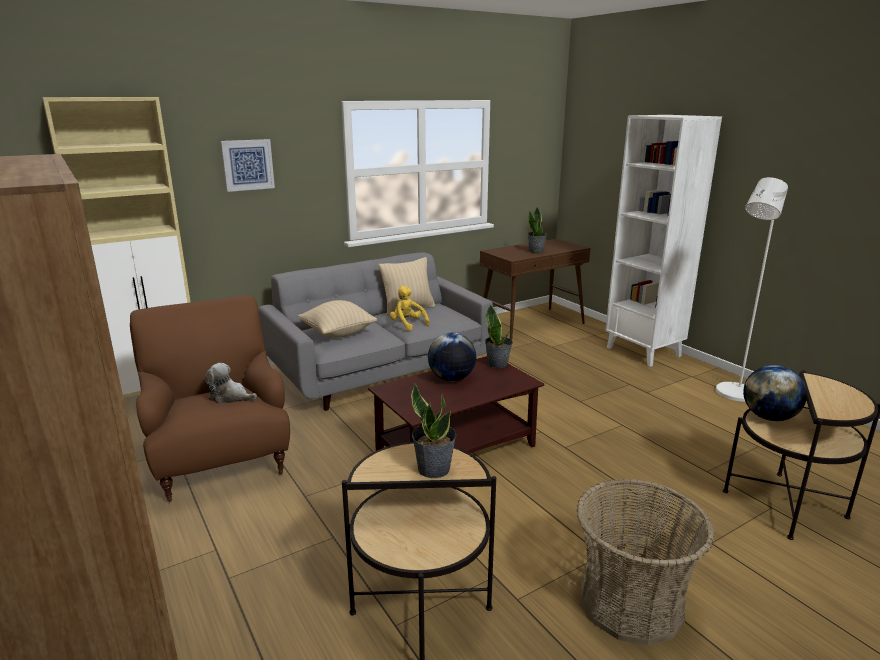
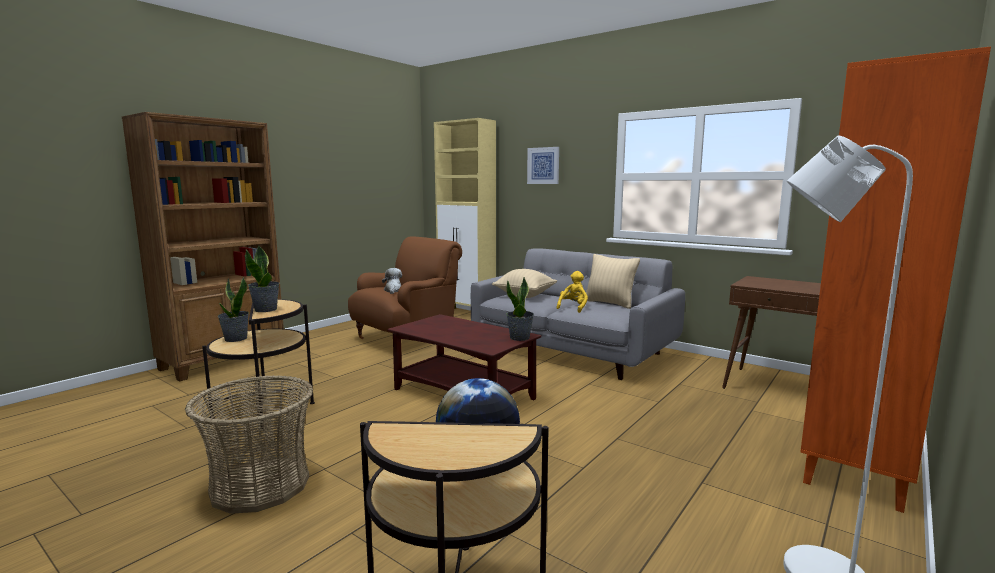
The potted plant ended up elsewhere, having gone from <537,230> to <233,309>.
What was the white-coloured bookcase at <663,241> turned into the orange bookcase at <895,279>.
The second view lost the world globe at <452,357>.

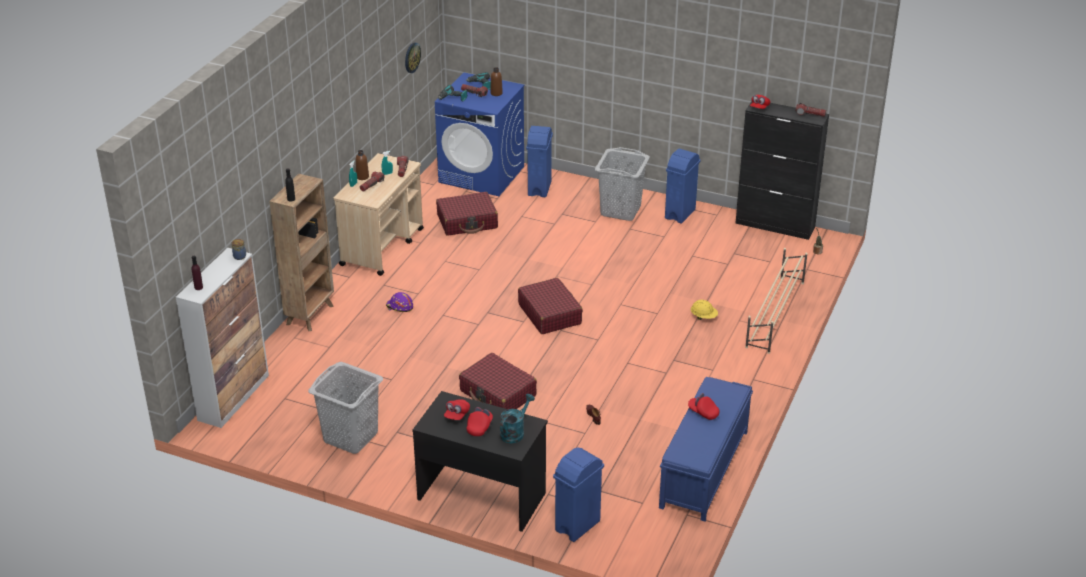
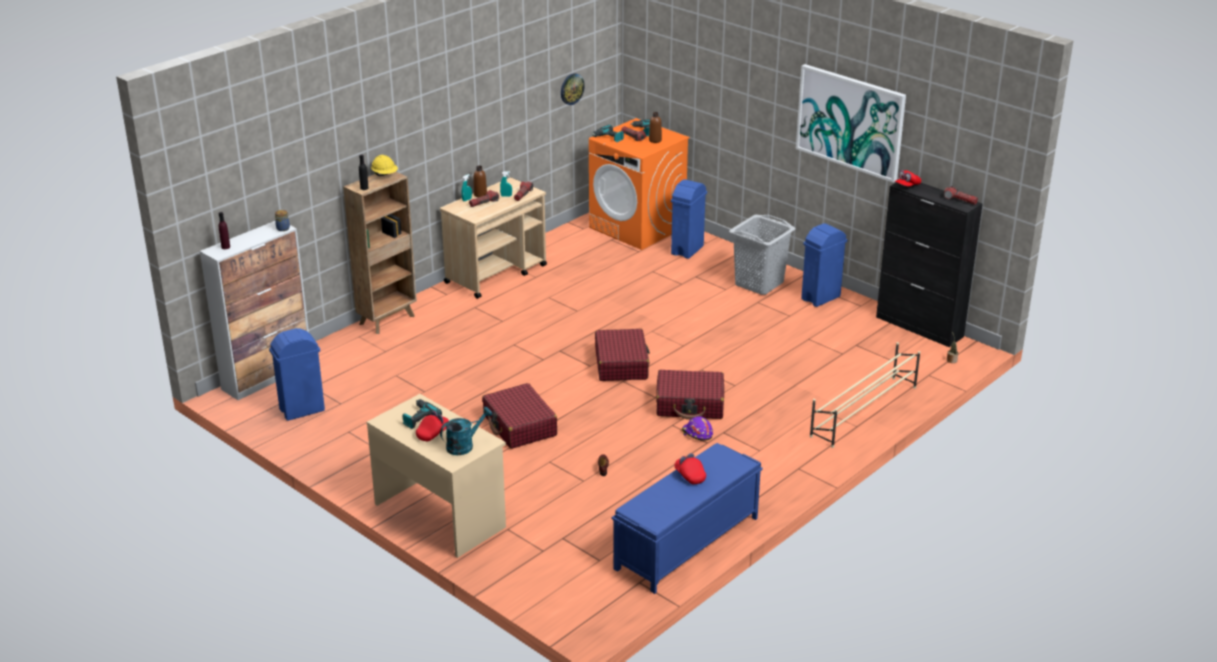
The bluish trash can ended up elsewhere, having gone from <578,495> to <297,374>.
What was the black desk at <480,461> turned into the beige-coloured desk at <436,476>.
The yellow hard hat ended up elsewhere, having gone from <704,310> to <384,165>.
Where the red baseball cap stood at <457,409>, the power drill came to stand at <422,414>.
What was the bluish washing machine at <480,134> turned into the orange washing machine at <639,184>.
The red suitcase ended up elsewhere, having gone from <467,214> to <690,395>.
The purple hard hat ended up elsewhere, having gone from <399,302> to <697,428>.
The second view gained the picture at <851,123>.
The second view lost the gray laundry basket at <345,408>.

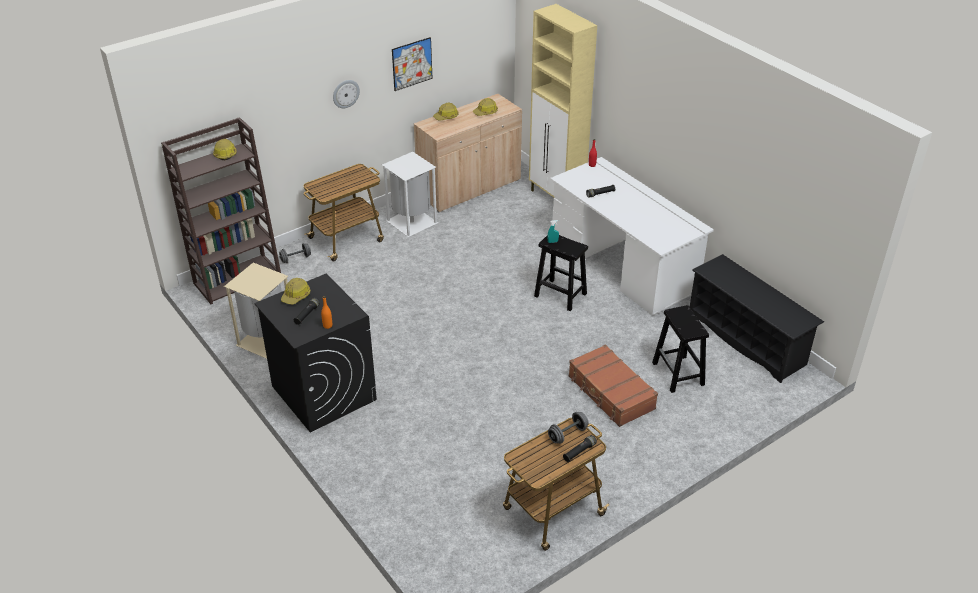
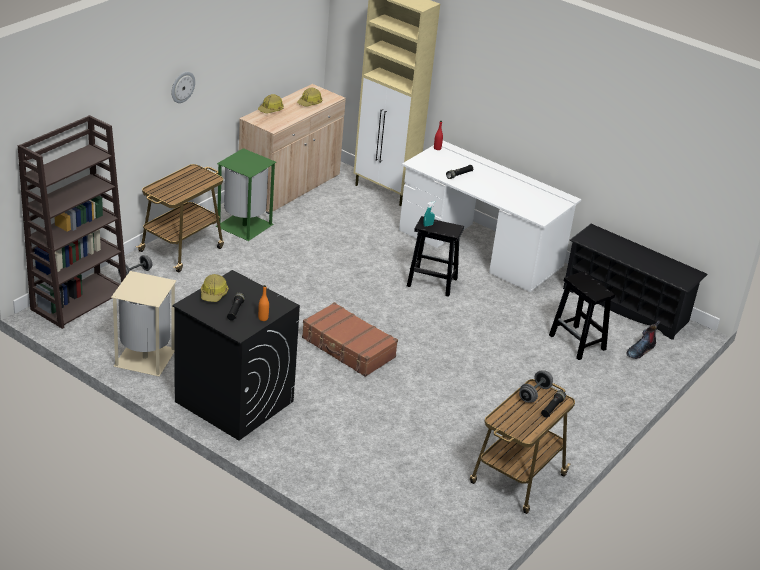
What was the white-coloured trash can at <410,194> turned into the green-coloured trash can at <246,194>.
The brownish suitcase ended up elsewhere, having gone from <613,385> to <350,339>.
The second view gained the high-top boot at <643,339>.
The second view lost the hard hat at <224,149>.
The second view lost the picture at <412,64>.

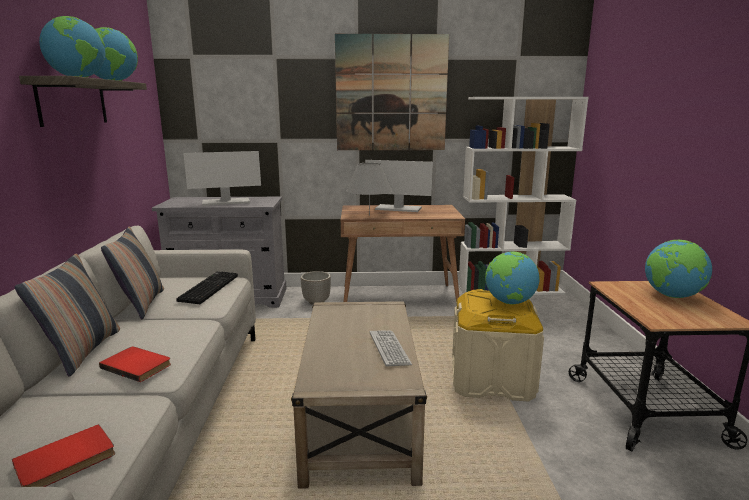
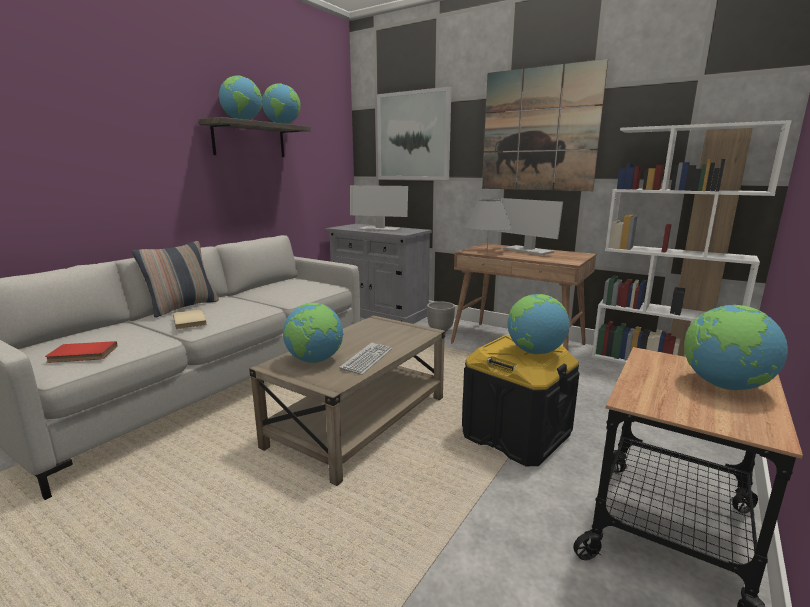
What was the red volume at <135,364> turned into the beige-coloured volume at <190,319>.
The second view gained the world globe at <313,333>.
The second view gained the picture at <414,133>.
What was the beige-coloured storage container at <498,345> turned into the black storage container at <520,400>.
The second view lost the cushion at <132,273>.
The second view lost the keyboard at <207,287>.

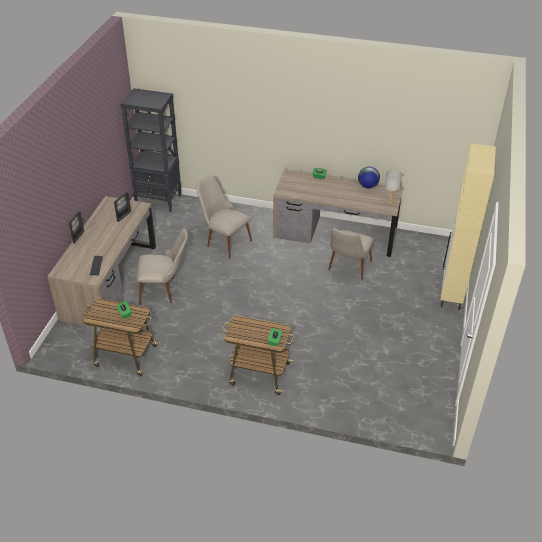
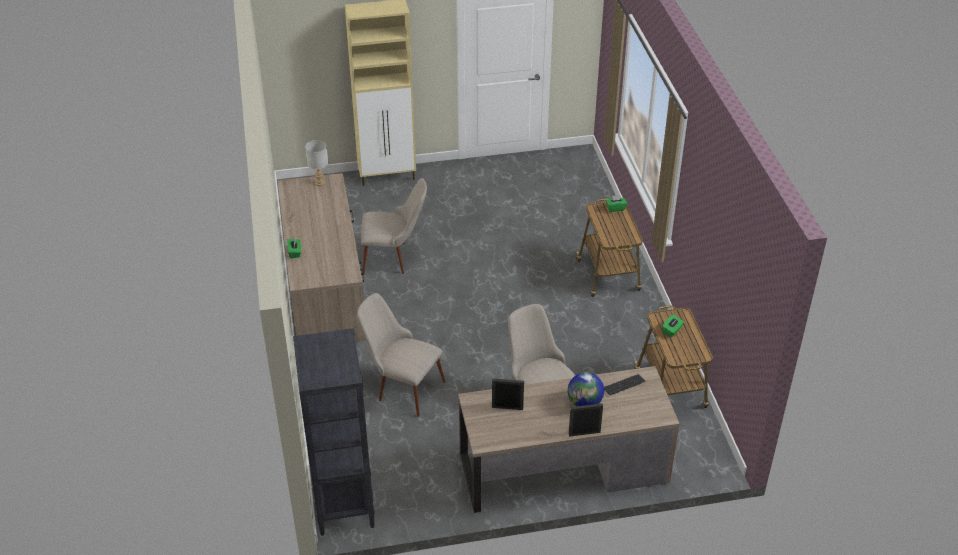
The beige-coloured upright chair at <224,217> ended up facing another way, 105 degrees clockwise from before.
The world globe ended up elsewhere, having gone from <369,177> to <586,389>.

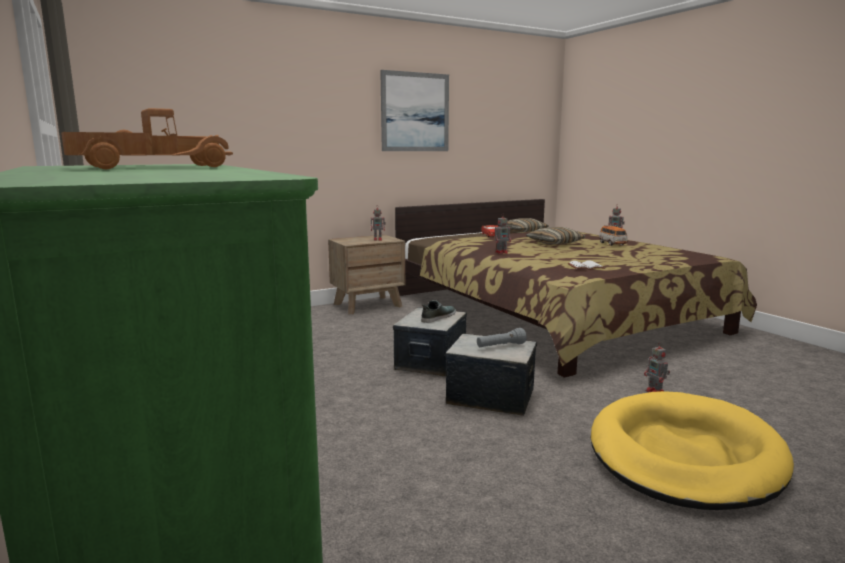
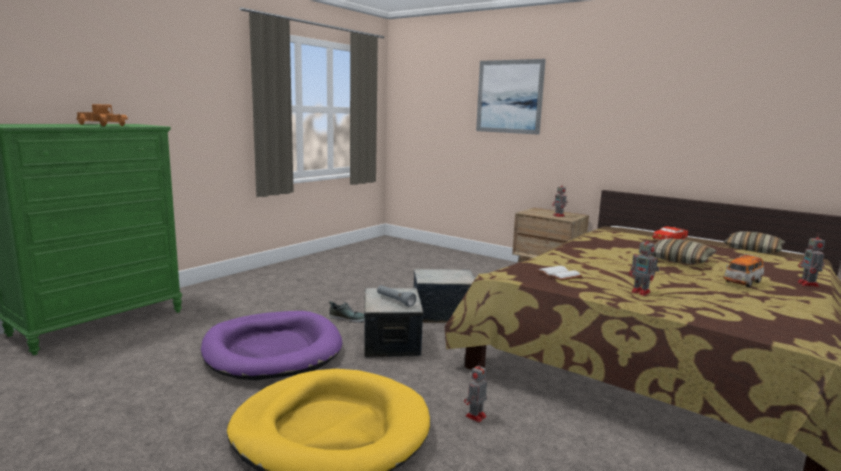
The second view gained the purple dog cushion at <271,345>.
The item of footwear ended up elsewhere, having gone from <438,311> to <347,312>.
The picture ended up elsewhere, having gone from <414,110> to <511,97>.
The toy robot ended up elsewhere, having gone from <503,233> to <644,266>.

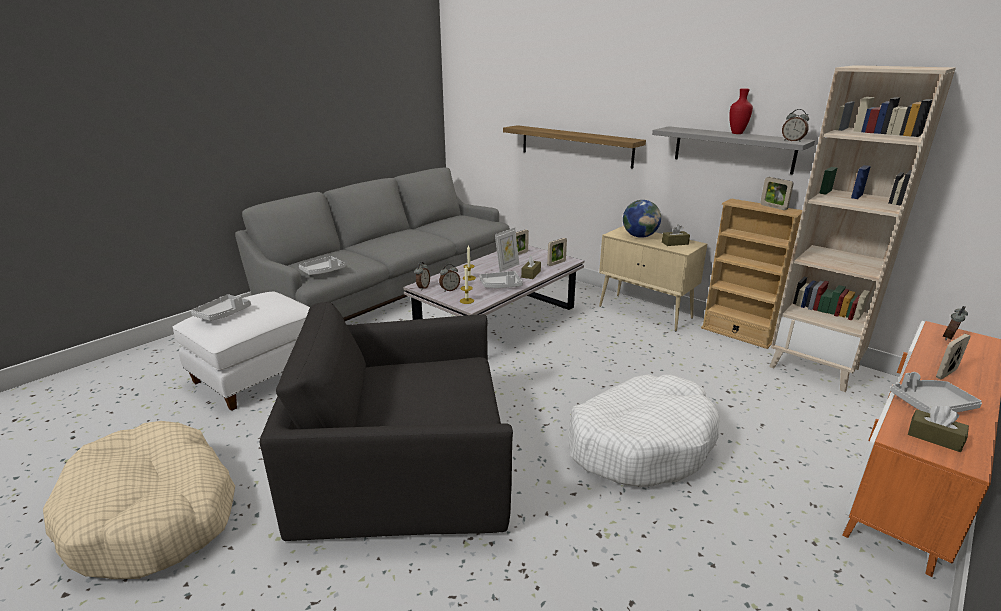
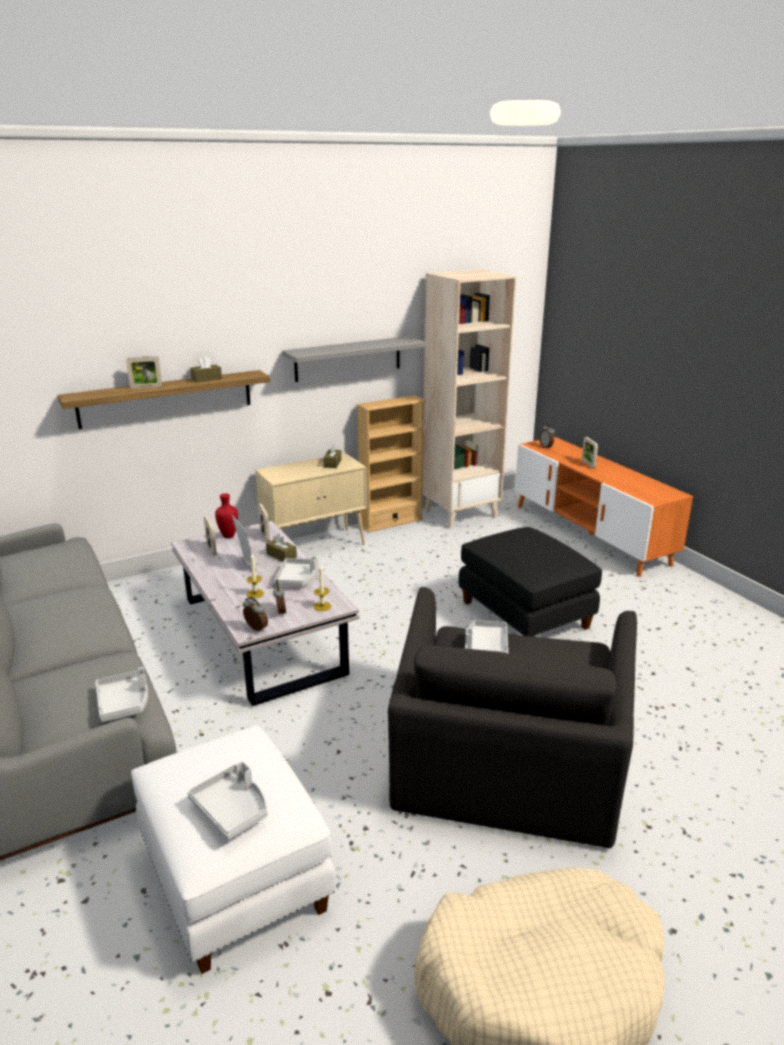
The standing frame ended up elsewhere, having gone from <777,193> to <144,372>.
The brownish tissue box ended up elsewhere, having gone from <938,429> to <206,369>.
The red decorative vase ended up elsewhere, having gone from <741,111> to <226,516>.
Where the white-coloured dog cushion stood at <644,431>, the black ottoman came to stand at <530,582>.
The gray tray ended up elsewhere, having gone from <936,392> to <486,636>.
The second view lost the world globe at <642,219>.
The second view lost the alarm clock at <795,125>.

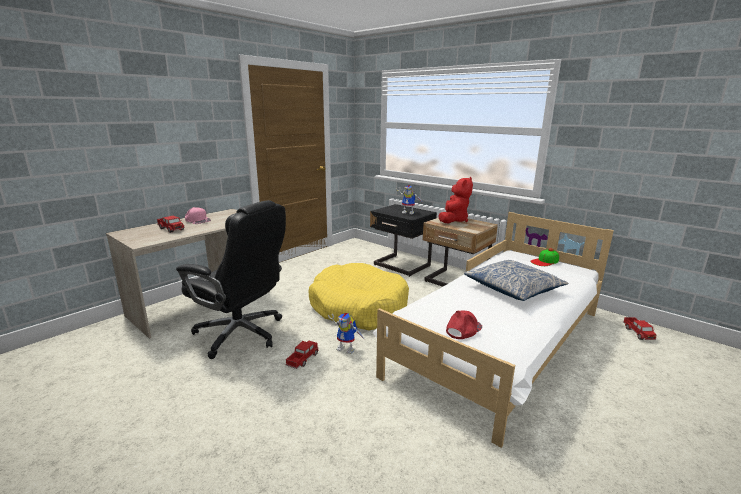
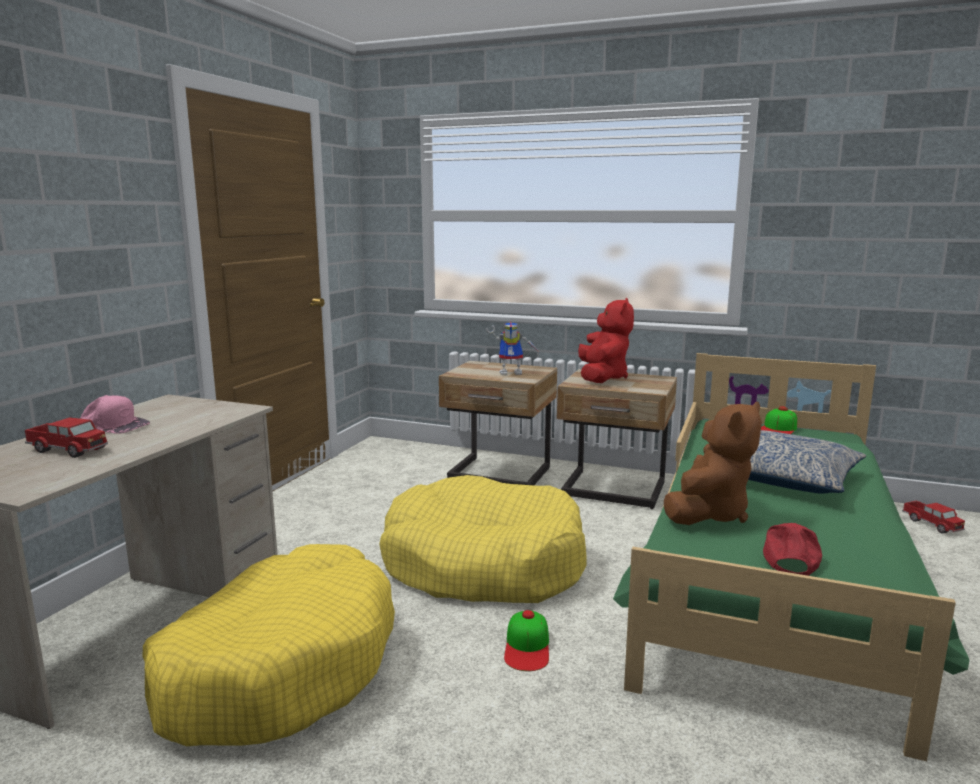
Where the black office chair stood at <231,279>, the yellow dog cushion came to stand at <269,645>.
What was the black night table at <403,240> turned into the beige-coloured night table at <498,423>.
Where the toy robot stood at <347,333>, the baseball cap came to stand at <526,640>.
What was the white-coloured bed at <493,330> turned into the green-coloured bed at <791,557>.
The second view gained the brownish soft toy at <713,463>.
The second view lost the toy lorry at <302,355>.

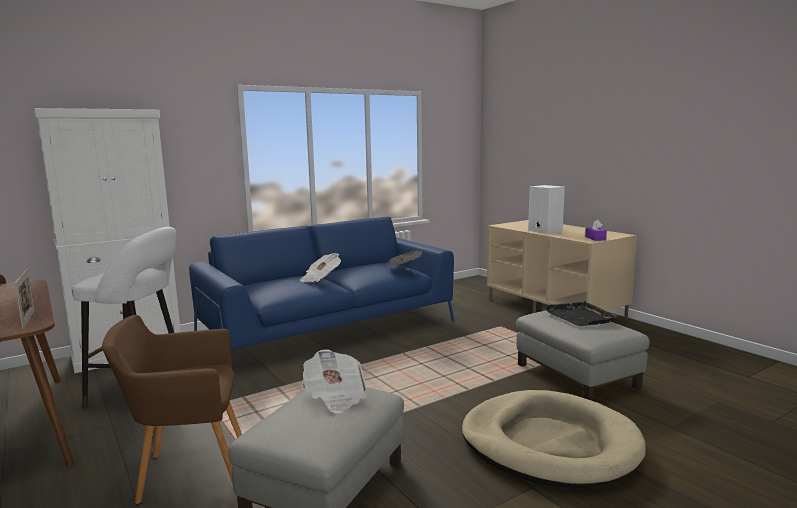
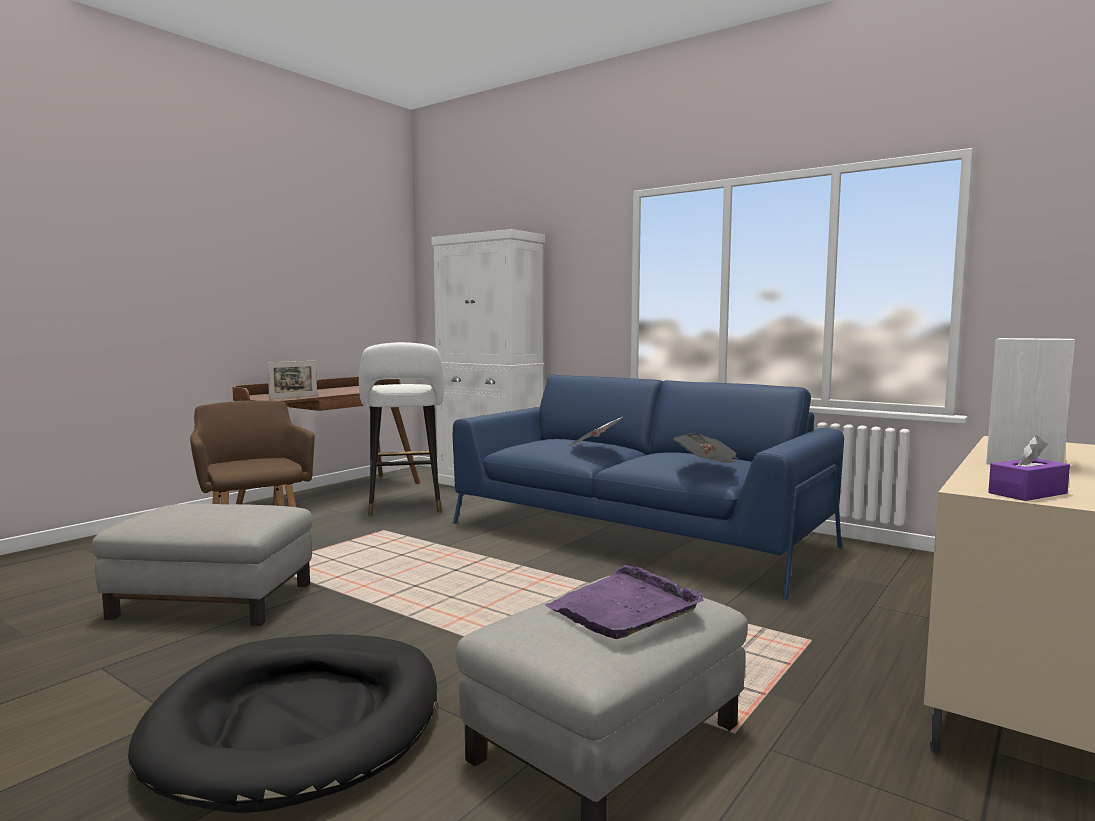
What was the beige-coloured dog cushion at <553,439> turned into the black dog cushion at <282,723>.
What was the black tray at <579,313> turned into the purple tray at <624,602>.
The second view lost the newspaper at <334,381>.

